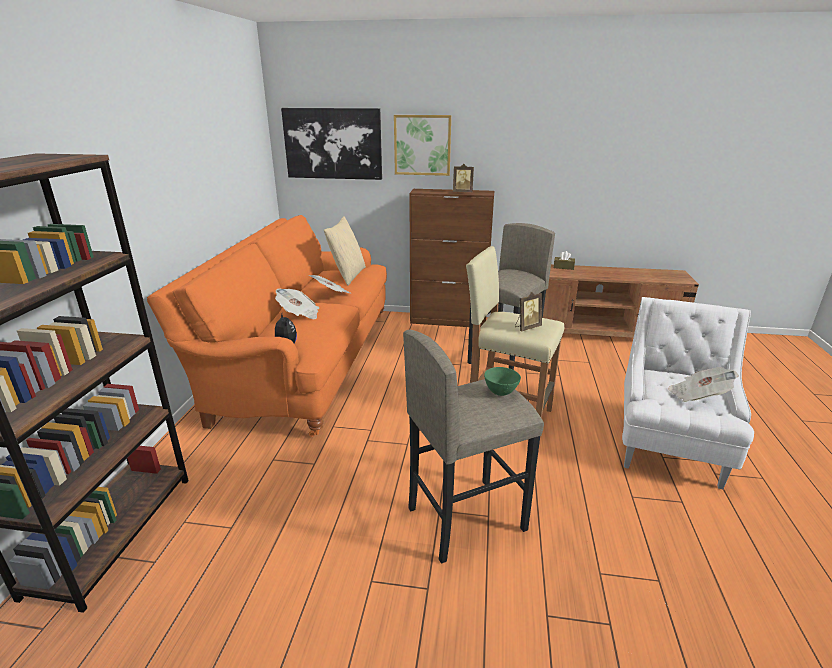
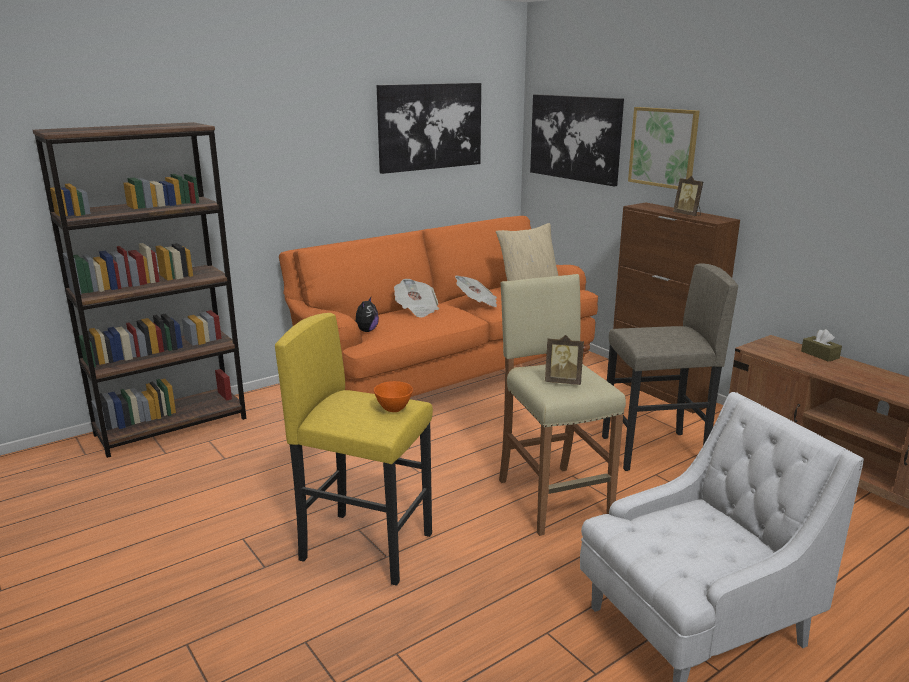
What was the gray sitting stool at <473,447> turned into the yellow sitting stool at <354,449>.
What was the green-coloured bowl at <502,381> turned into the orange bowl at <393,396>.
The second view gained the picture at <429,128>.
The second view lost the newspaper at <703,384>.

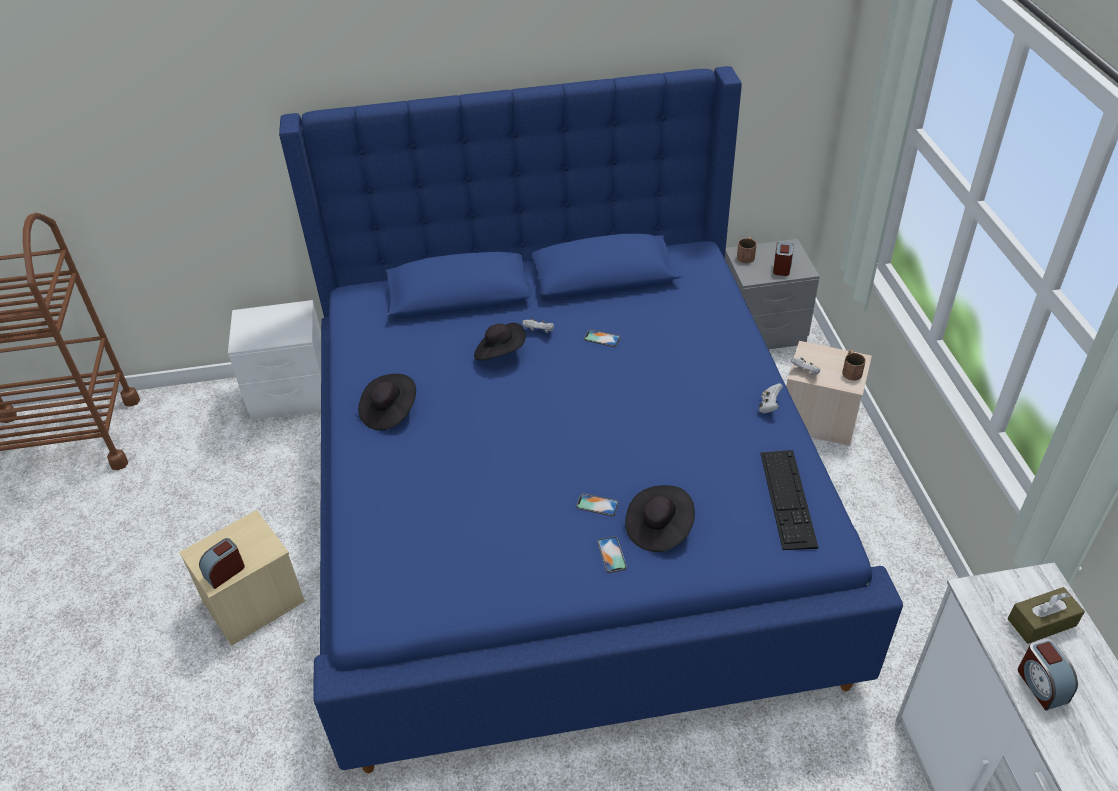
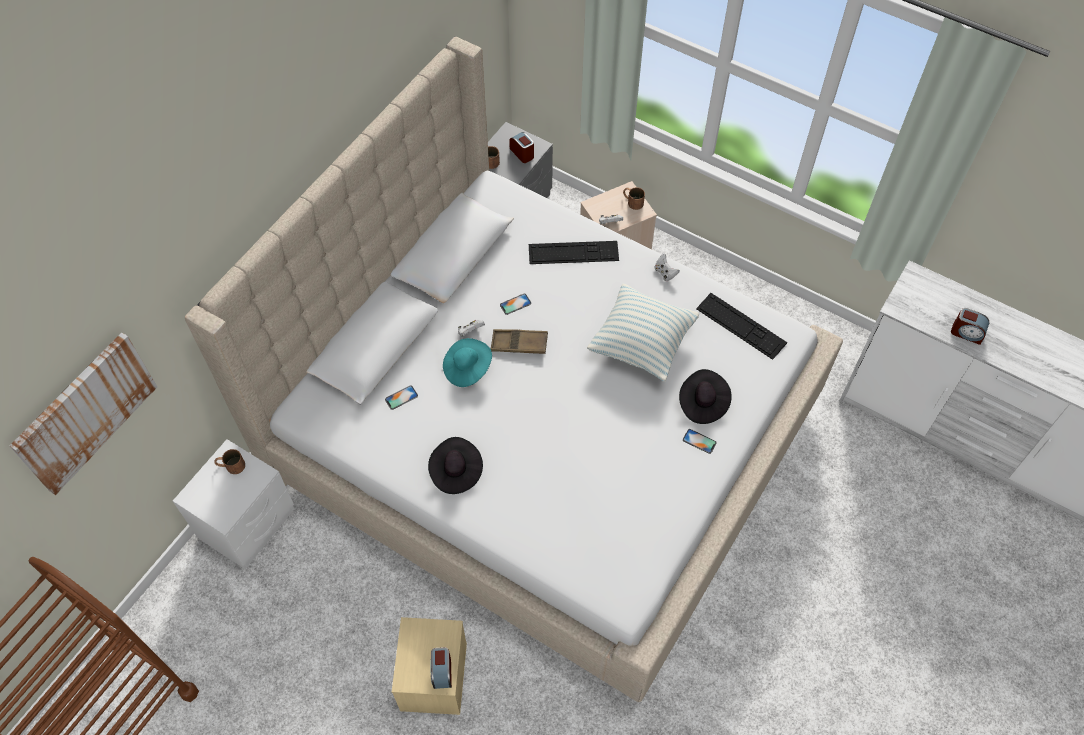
The second view gained the picture at <83,413>.
What was the bluish bed at <591,419> turned into the beige-coloured bed at <514,369>.
The second view gained the brownish coffee mug at <229,461>.
The phone ended up elsewhere, having gone from <597,504> to <401,397>.
What was the black clothing hat at <500,341> turned into the turquoise clothing hat at <467,362>.
The second view gained the brownish tray at <519,341>.
The second view gained the keyboard at <574,252>.
The second view gained the cushion at <643,333>.
The second view lost the brownish tissue box at <1046,615>.

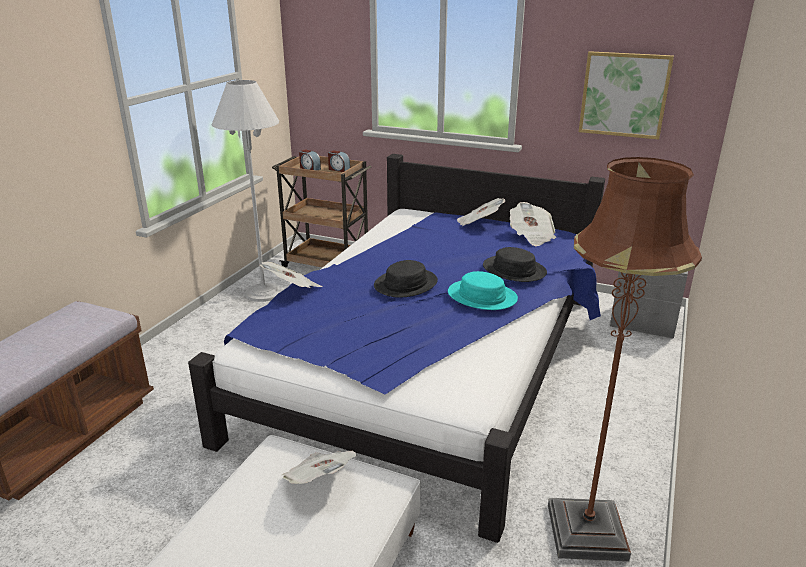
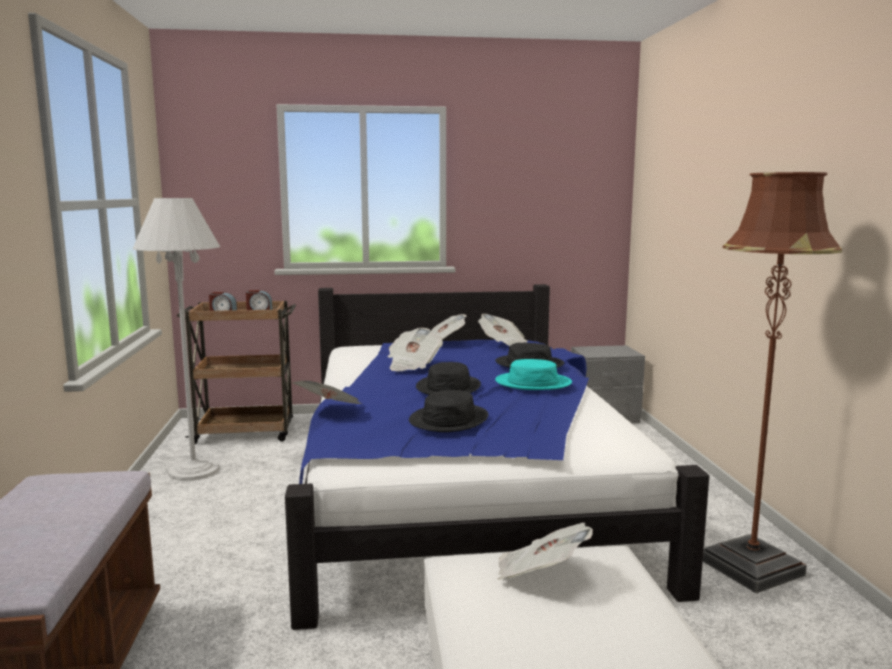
The second view gained the newspaper at <415,349>.
The second view gained the black clothing hat at <449,411>.
The second view lost the picture at <626,95>.

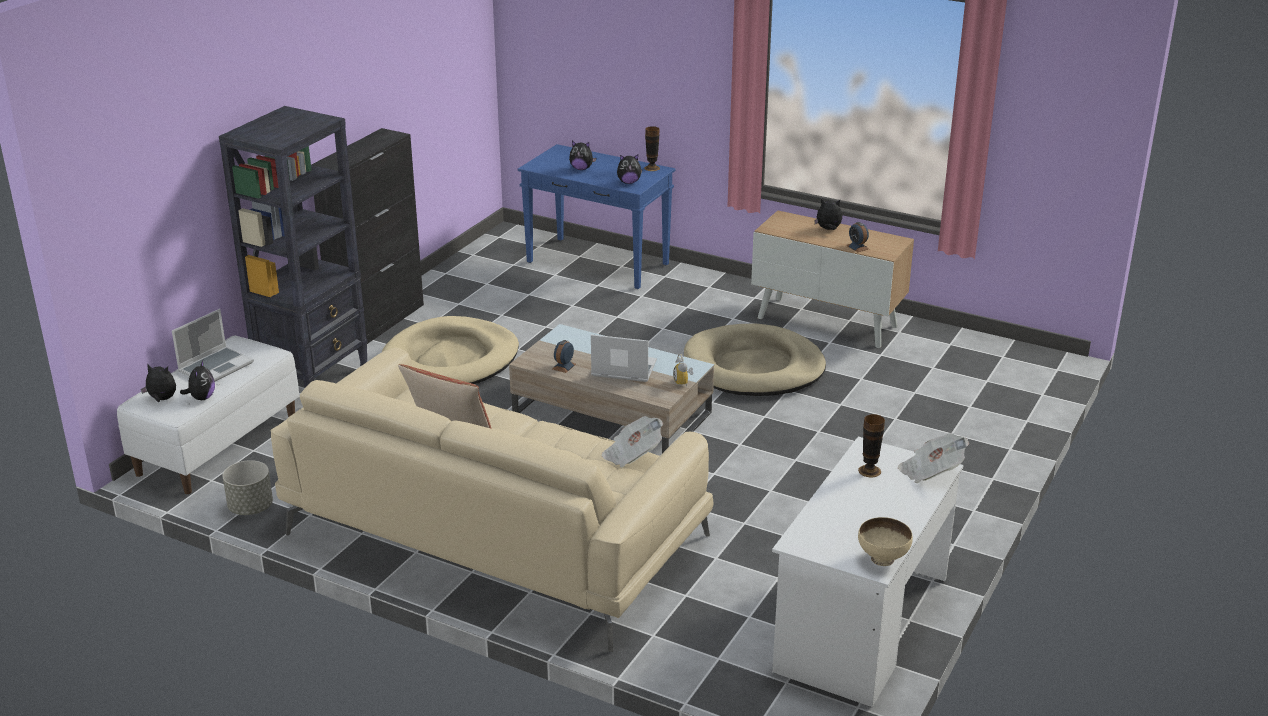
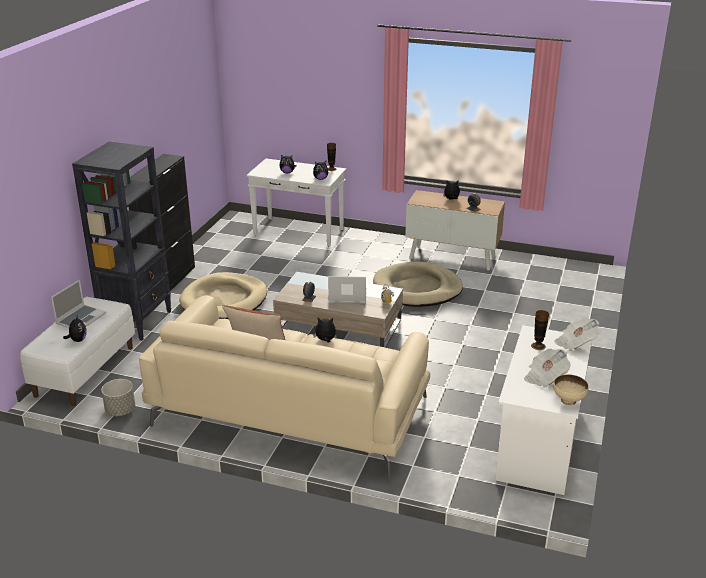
What was the bluish hall table at <597,216> turned into the white-coloured hall table at <296,202>.
The soft toy ended up elsewhere, having gone from <158,383> to <324,330>.
The newspaper ended up elsewhere, having gone from <632,441> to <547,368>.

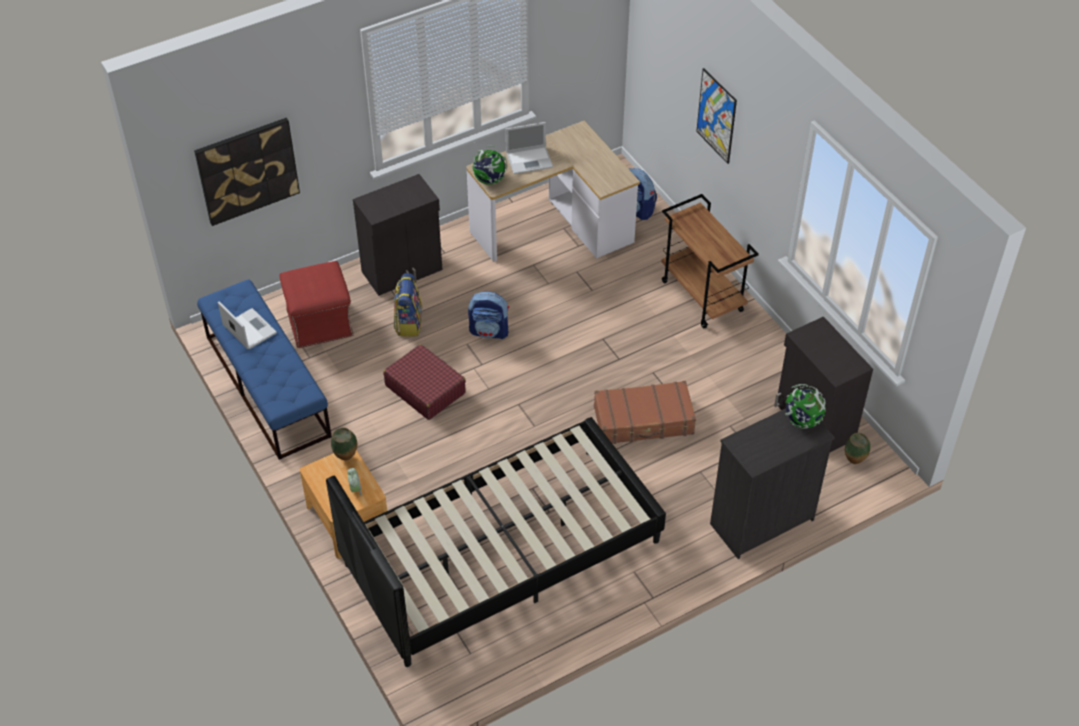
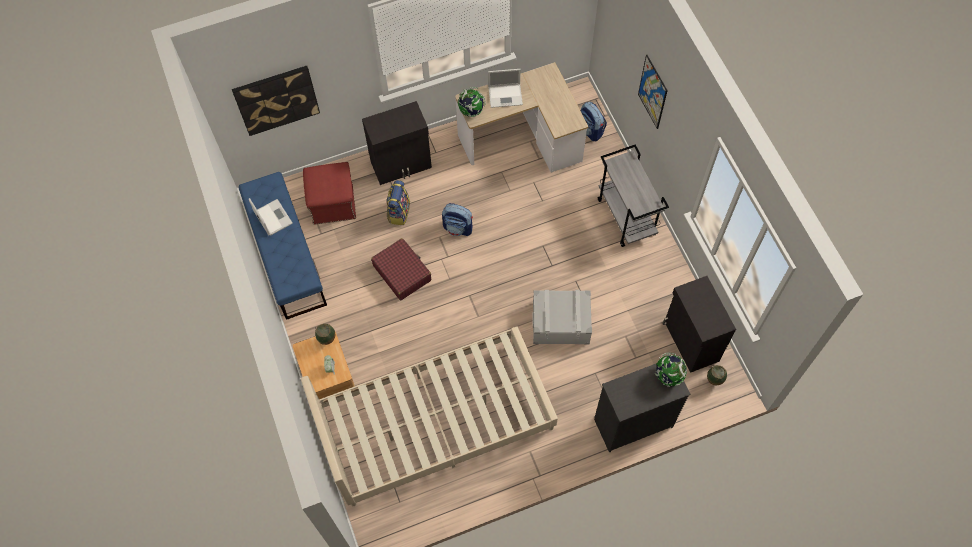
What was the black bed at <496,542> turned into the beige-coloured bed at <429,416>.
Where the brownish suitcase stood at <645,412>, the gray storage container came to stand at <562,317>.
What was the brownish wheeled cart at <710,261> turned into the gray wheeled cart at <633,196>.

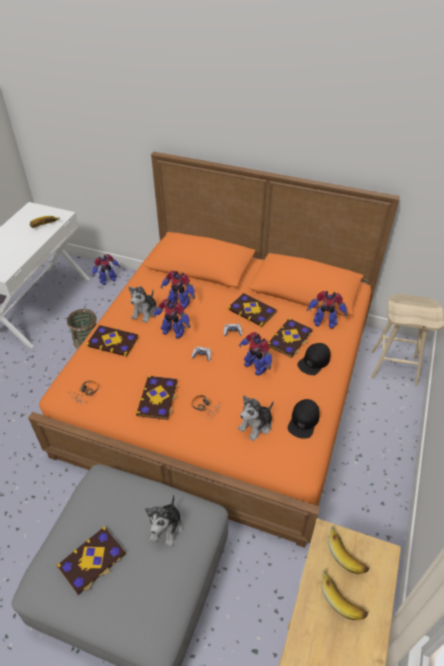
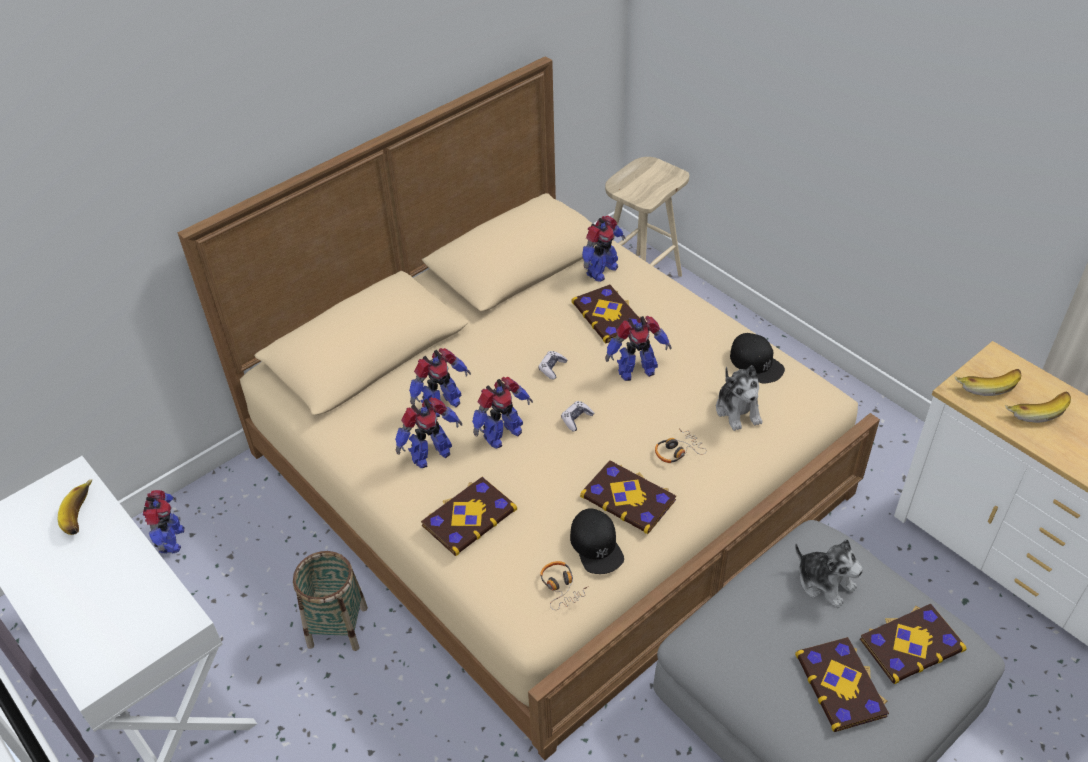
What was the orange bed at <214,350> turned into the beige-coloured bed at <529,408>.
Where the soft toy stood at <142,304>, the toy robot came to stand at <428,432>.
The black baseball cap ended up elsewhere, having gone from <314,359> to <597,541>.
The volume ended up elsewhere, having gone from <252,310> to <913,644>.

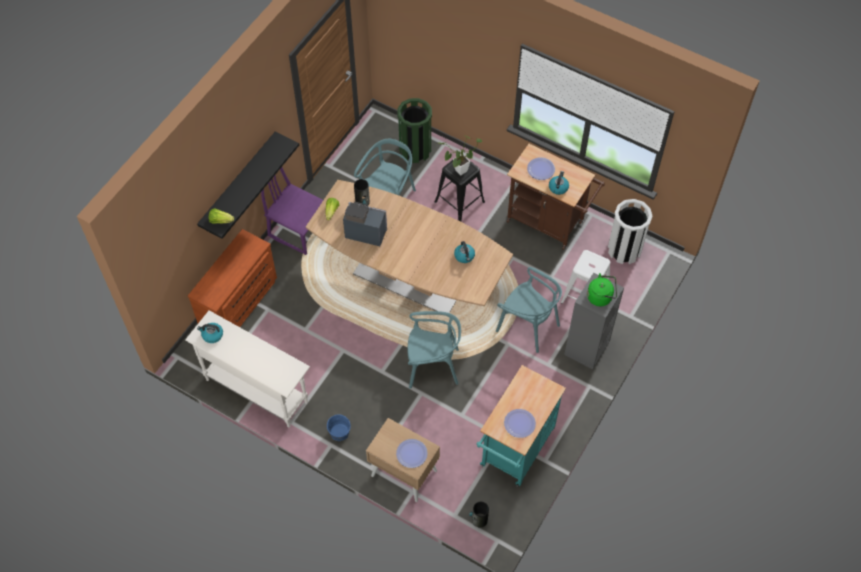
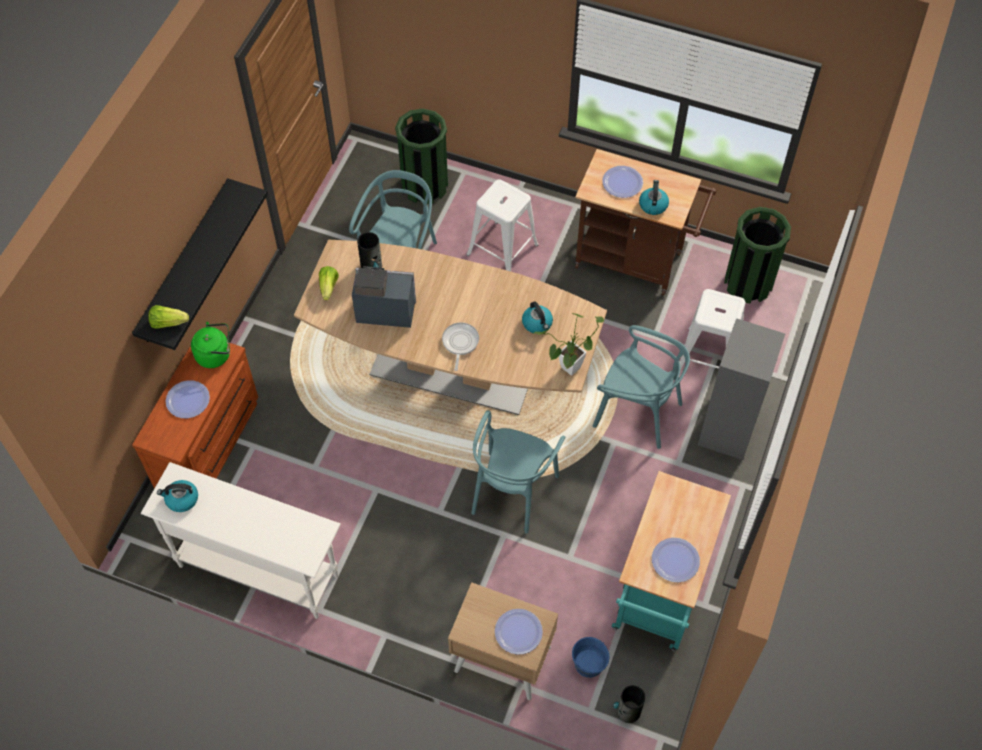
The second view gained the dinner plate at <188,399>.
The green-coloured kettle ended up elsewhere, having gone from <602,289> to <210,345>.
The second view gained the pan at <460,347>.
What was the black sitting stool at <459,188> turned into the white-coloured sitting stool at <503,225>.
The turquoise upright chair at <434,350> ended up facing another way, 120 degrees clockwise from before.
The potted plant ended up elsewhere, having gone from <460,156> to <568,344>.
The bluish bucket ended up elsewhere, having gone from <339,427> to <590,657>.
What was the white-coloured trash can at <630,231> turned into the green-coloured trash can at <757,255>.
The second view lost the purple upright chair at <292,211>.

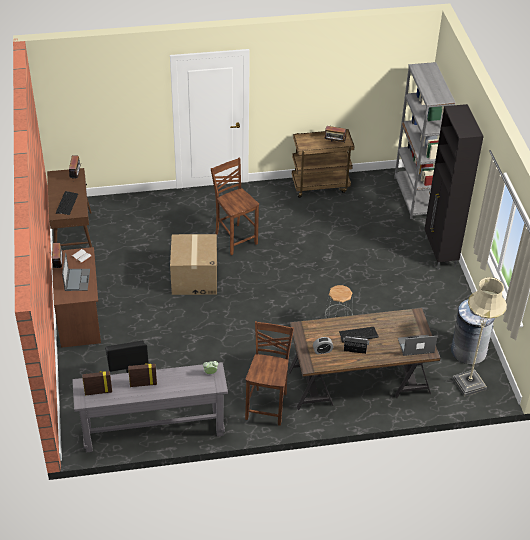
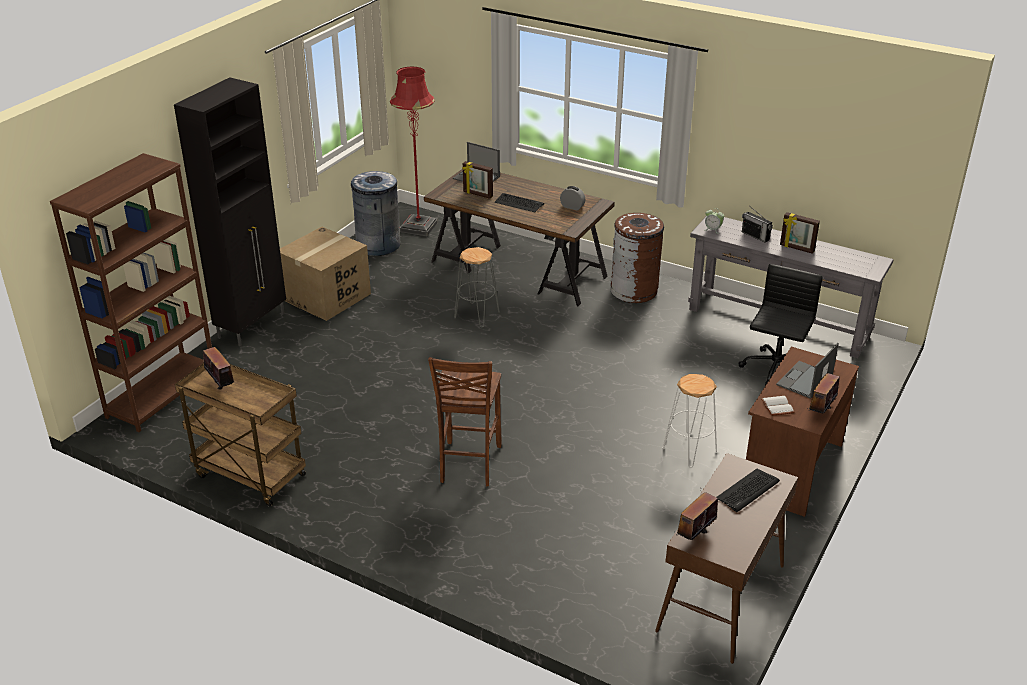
What was the gray bookcase at <425,140> turned into the brownish bookcase at <131,292>.
The carton ended up elsewhere, having gone from <193,264> to <325,274>.
What was the beige-coloured standard lamp at <479,337> turned into the red standard lamp at <414,151>.
The standing frame ended up elsewhere, having gone from <97,383> to <477,180>.
Where the brownish upright chair stood at <269,373>, the brownish trash can came to stand at <637,258>.
The second view gained the white-coloured sitting stool at <689,421>.
The radio ended up elsewhere, having gone from <356,345> to <757,224>.

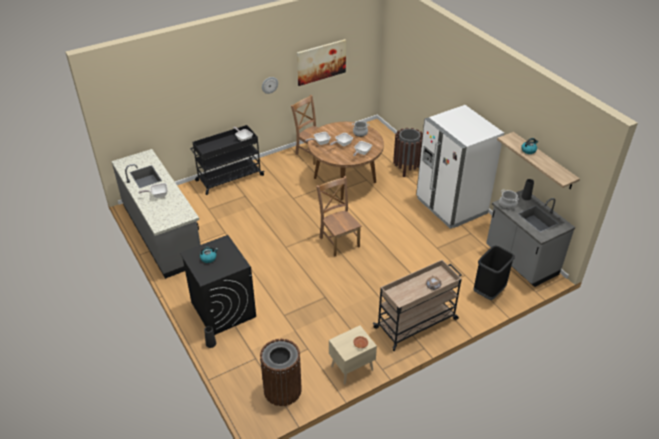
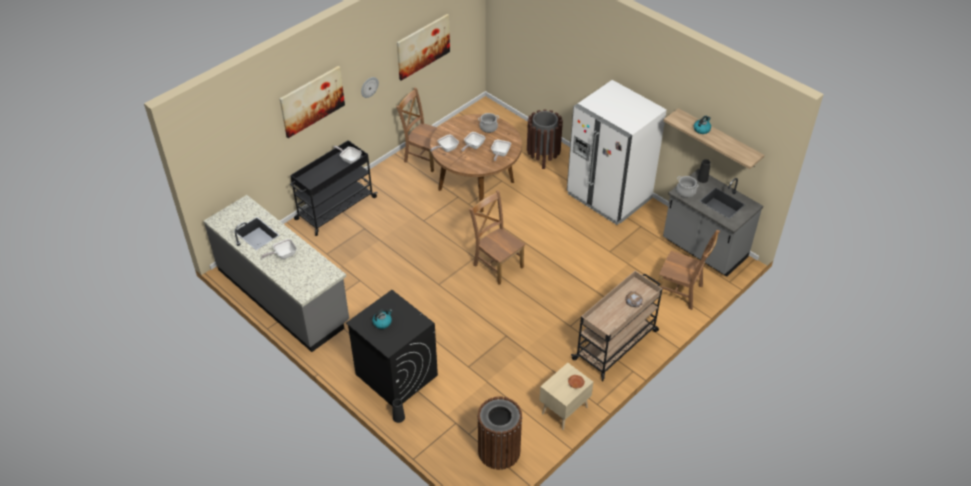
The second view gained the picture at <312,102>.
Where the black trash can stood at <494,272>, the brownish upright chair came to stand at <689,270>.

